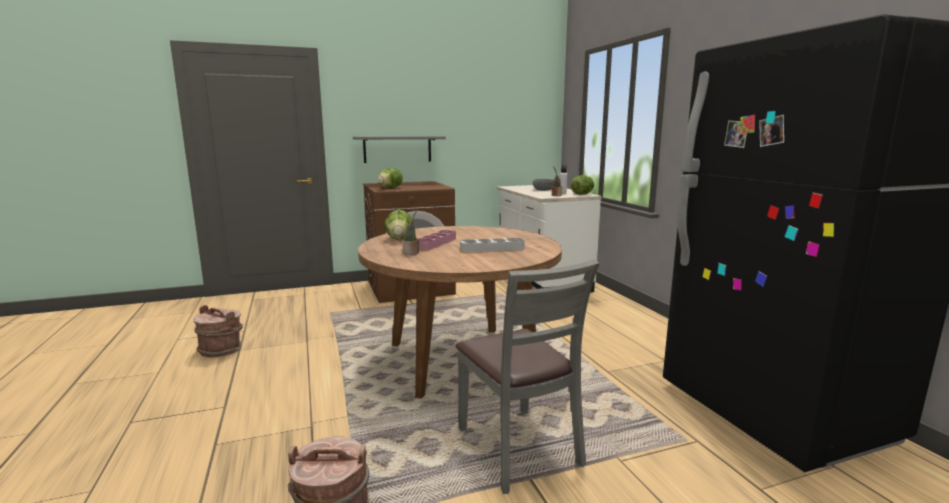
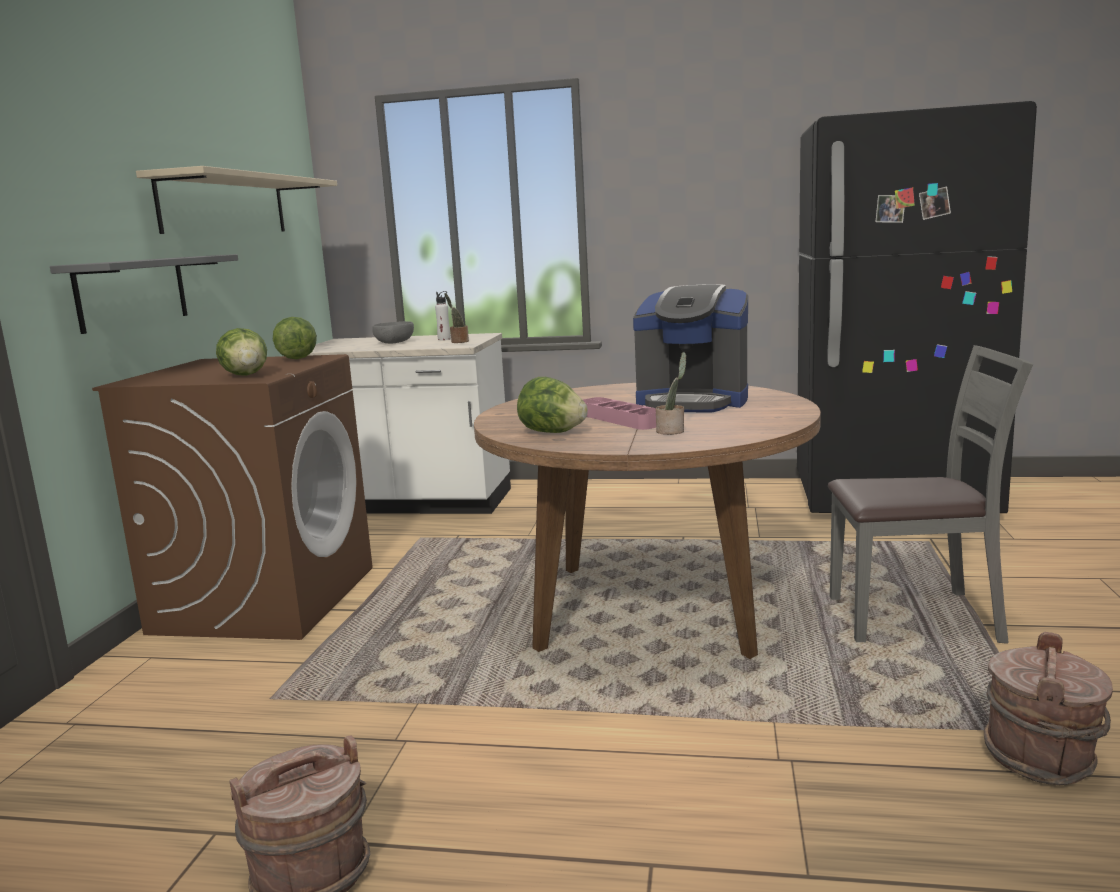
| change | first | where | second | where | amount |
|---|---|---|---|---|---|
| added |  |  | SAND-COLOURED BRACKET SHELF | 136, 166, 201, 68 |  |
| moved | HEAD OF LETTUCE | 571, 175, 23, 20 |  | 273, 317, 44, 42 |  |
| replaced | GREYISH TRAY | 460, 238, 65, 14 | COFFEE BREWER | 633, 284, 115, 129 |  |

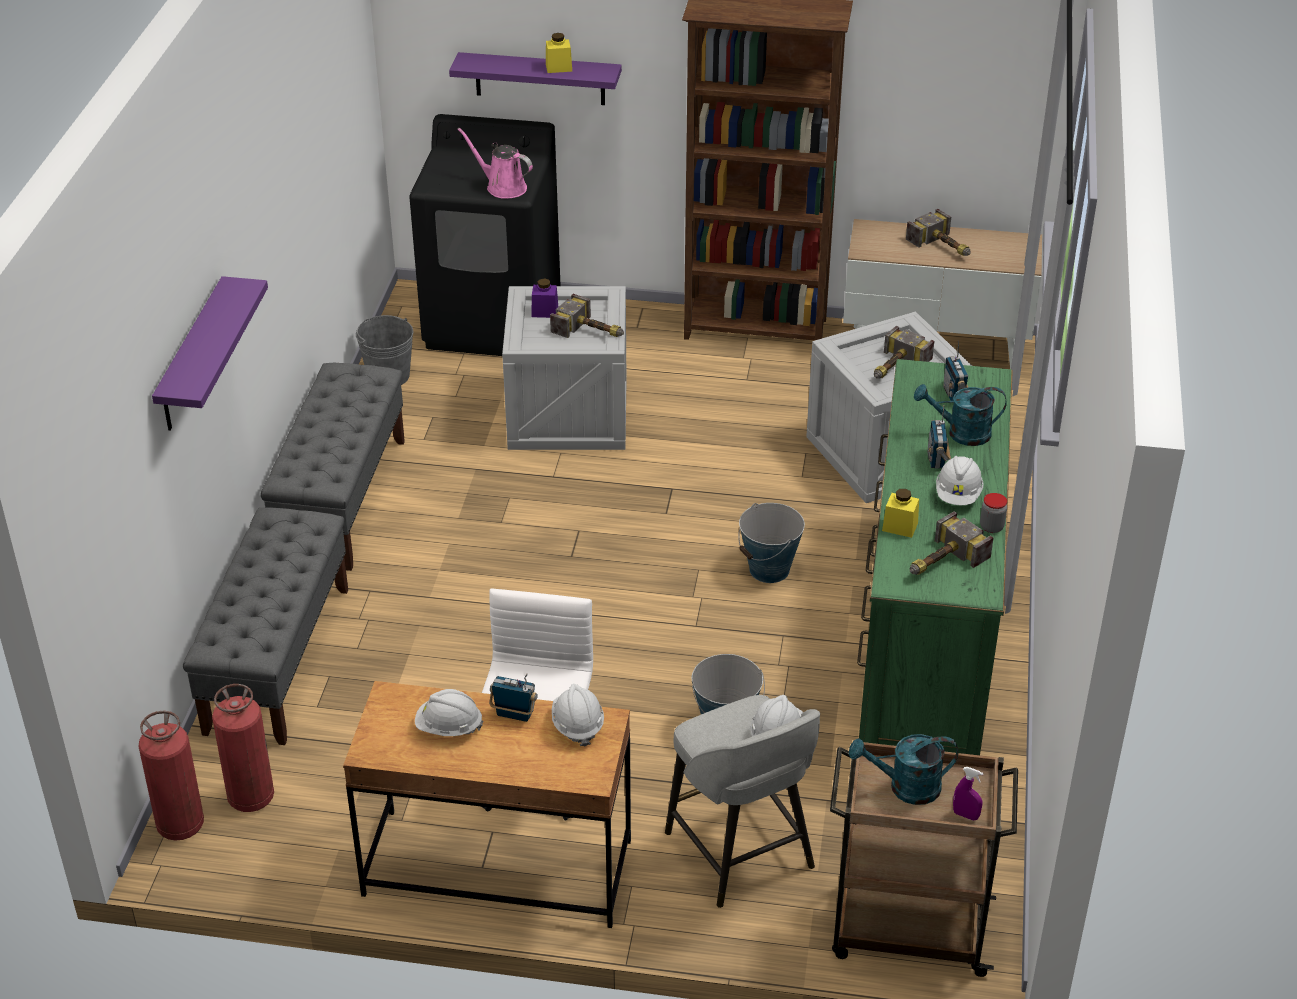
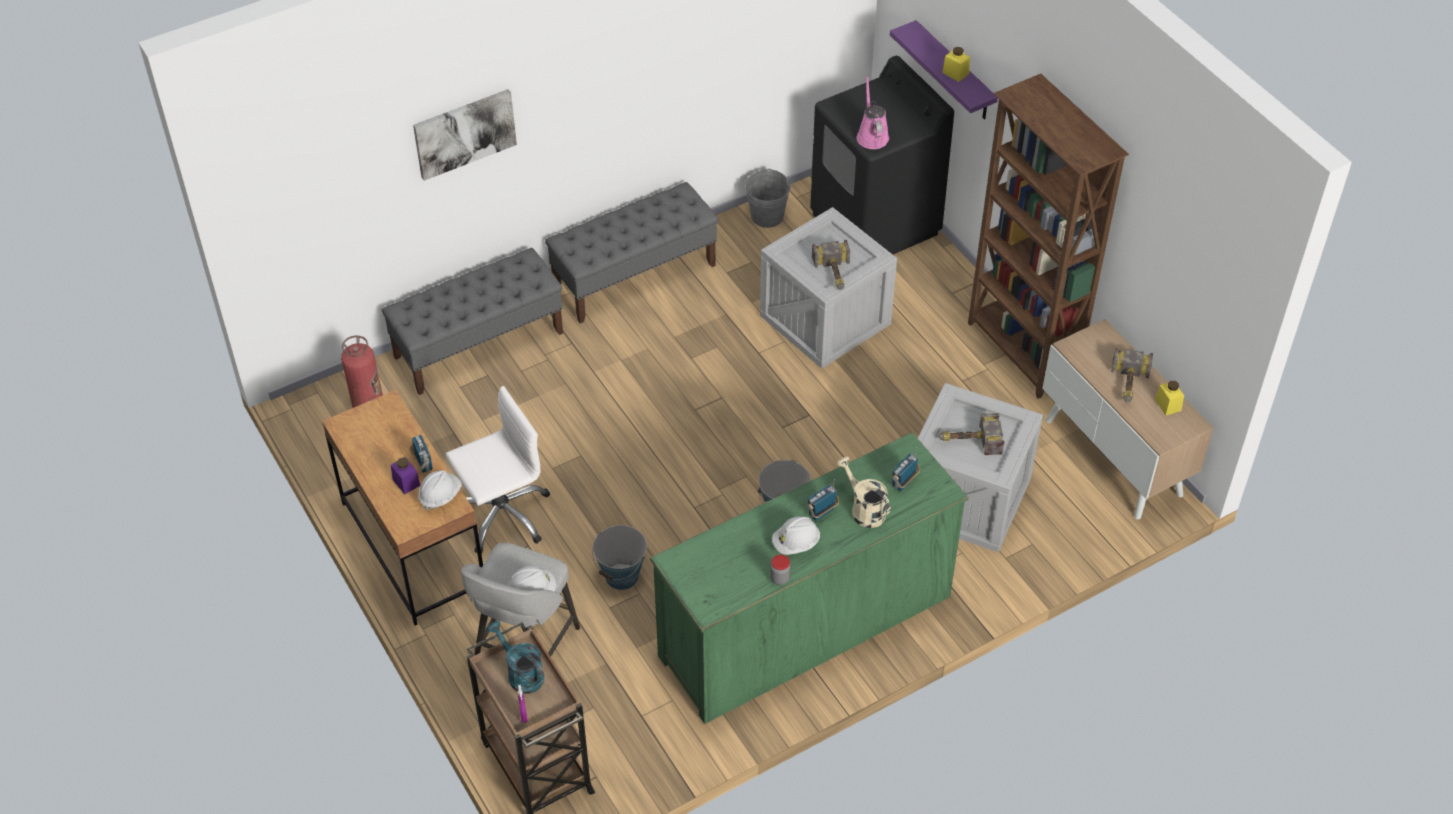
| change | first | where | second | where | amount |
|---|---|---|---|---|---|
| removed | EXTINGUISHER | 139, 711, 65, 129 |  |  |  |
| removed | WHITE SAFETY HELMET | 415, 689, 68, 47 |  |  |  |
| removed | TOOL HAMMER | 910, 511, 84, 64 |  |  |  |
| moved | PURPLE-COLOURED STORAGE JAR | 532, 278, 26, 40 |  | 391, 457, 29, 37 |  |
| moved | YELLOWISH STORAGE JAR | 882, 489, 37, 49 |  | 1155, 381, 29, 35 |  |
| replaced | PURPLE-COLOURED BRACKET SHELF | 152, 276, 116, 155 | WALL ART | 413, 89, 104, 92 |  |
| recoloured | TURQUOISE WATERING POT | 914, 384, 93, 62 | SAND-COLOURED WATERING POT | 836, 456, 55, 72 |  |

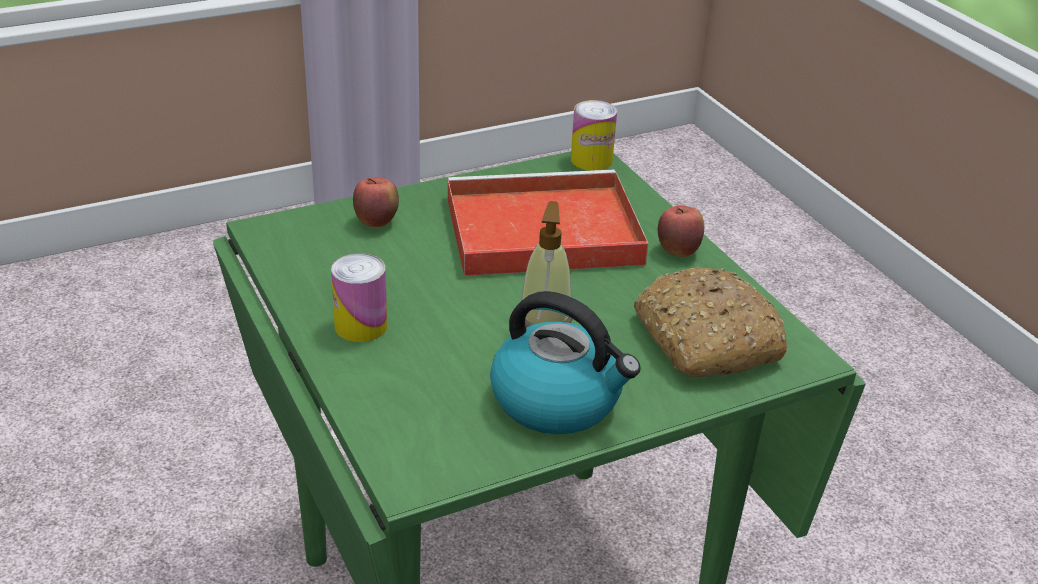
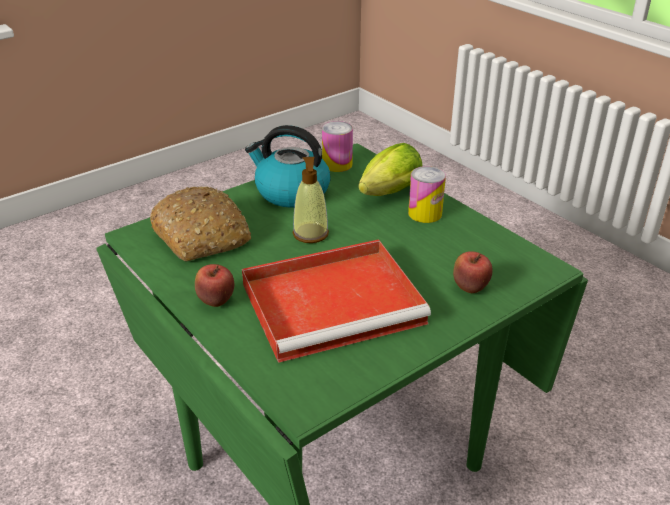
| change | first | where | second | where | amount |
|---|---|---|---|---|---|
| added |  |  | HEAD OF LETTUCE | 358, 143, 65, 53 |  |
| moved | SEALED CAN | 571, 100, 46, 71 |  | 322, 121, 31, 51 |  |

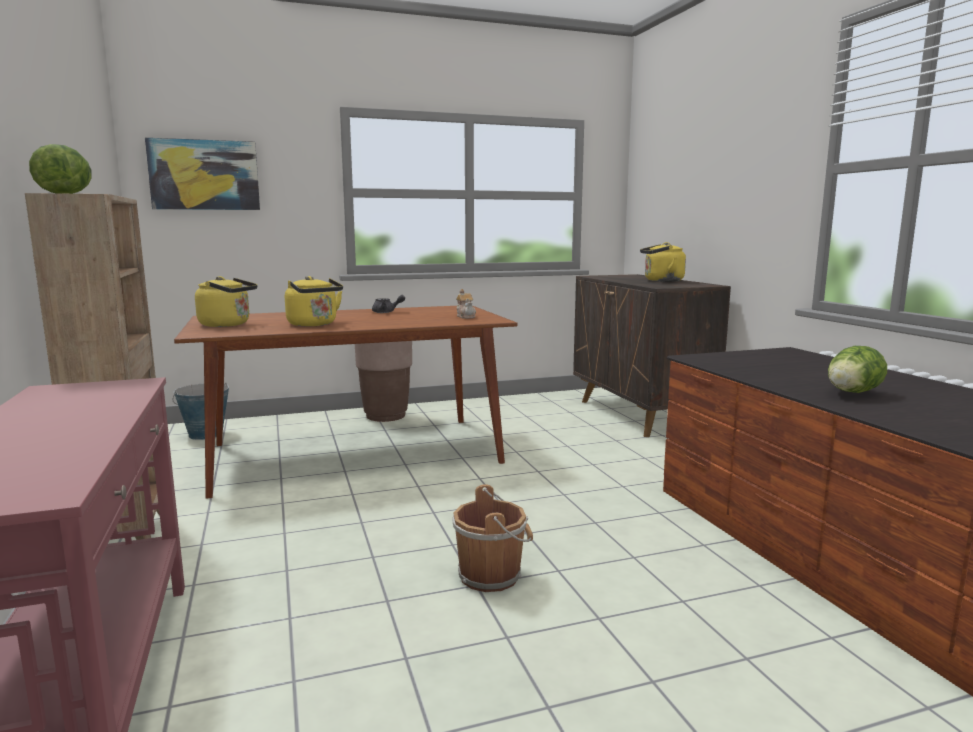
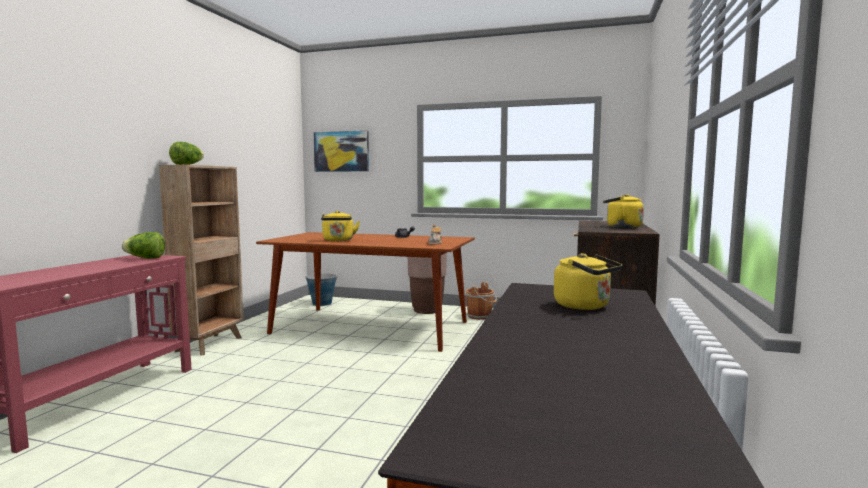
| change | first | where | second | where | amount |
|---|---|---|---|---|---|
| moved | YELLOWISH TEA KETTLE | 195, 276, 62, 51 |  | 554, 253, 68, 57 |  |
| moved | BROWN PAIL | 452, 484, 81, 108 |  | 465, 282, 32, 38 |  |
| moved | HEAD OF LETTUCE | 828, 346, 59, 47 |  | 122, 232, 43, 27 |  |

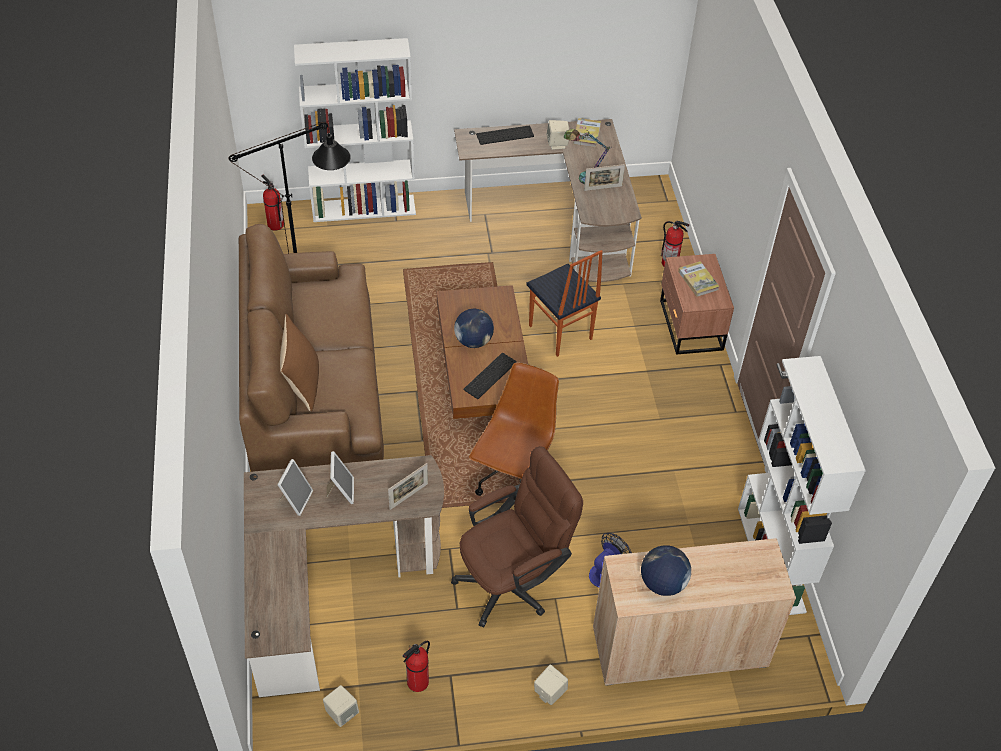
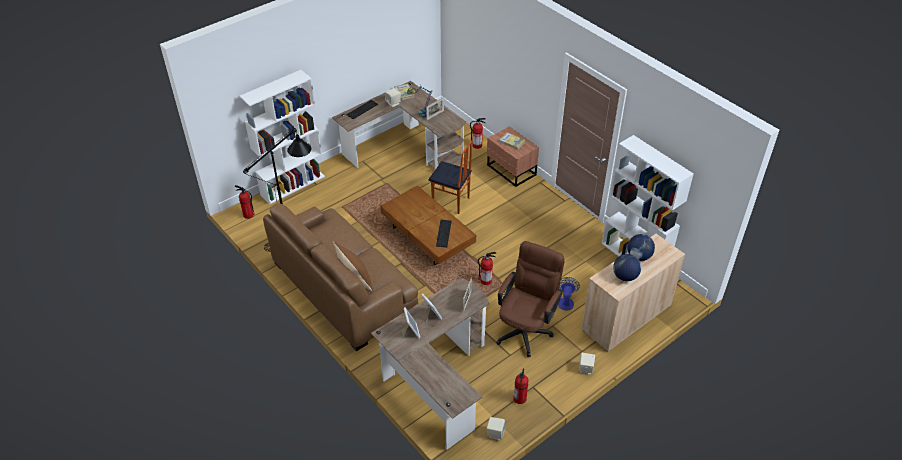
| change | first | where | second | where | amount |
|---|---|---|---|---|---|
| moved | GLOBE | 454, 309, 40, 39 |  | 627, 234, 28, 27 |  |
| replaced | BROWN DESK CHAIR | 469, 362, 90, 134 | EXTINGUISHER | 478, 252, 18, 33 |  |

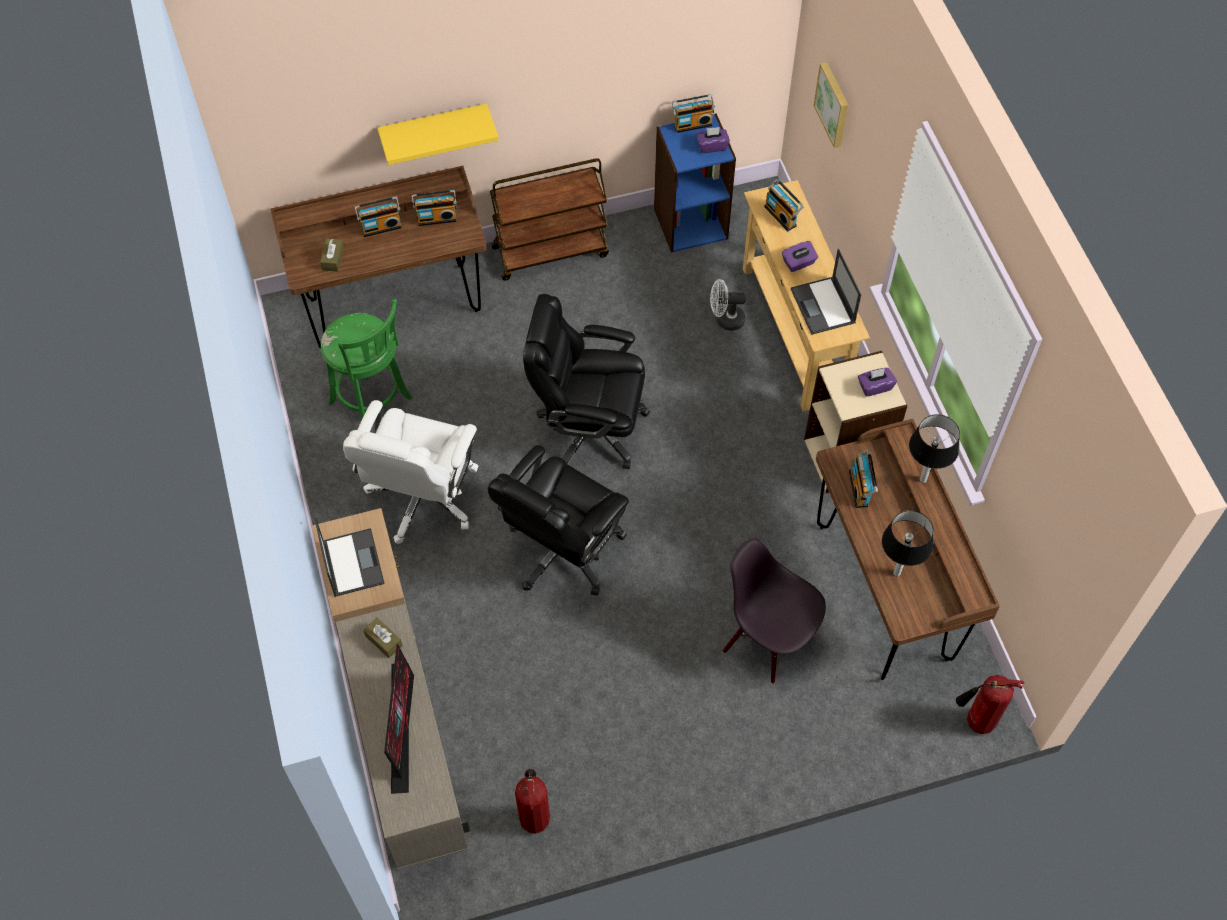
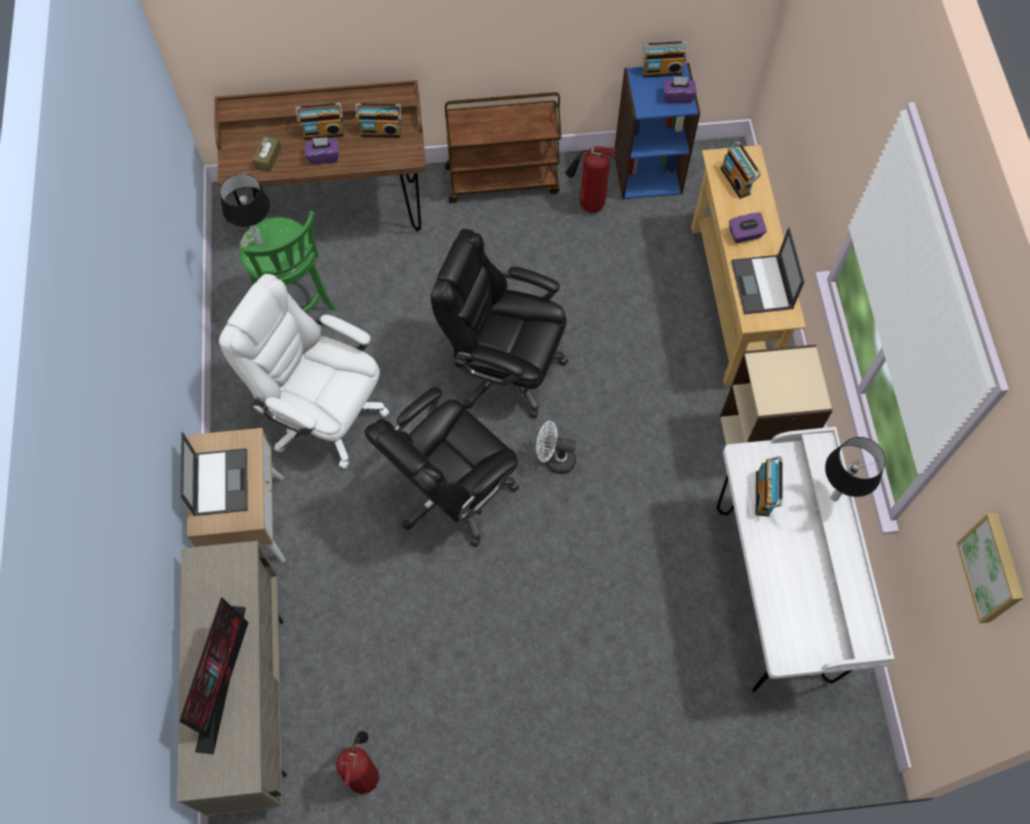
| change | first | where | second | where | amount |
|---|---|---|---|---|---|
| removed | BROWN TISSUE HOLDER | 363, 618, 40, 40 |  |  |  |
| removed | YELLOWISH BRACKET SHELF | 378, 103, 121, 62 |  |  |  |
| removed | BLACKISH PLAIN CHAIR | 723, 538, 103, 146 |  |  |  |
| moved | WHITE COOLING FAN | 710, 279, 36, 52 |  | 536, 421, 40, 53 |  |
| moved | WALL ART | 814, 62, 34, 86 |  | 957, 513, 67, 110 |  |
| moved | PURPLE-COLOURED TISSUE HOLDER | 858, 368, 39, 29 |  | 305, 137, 34, 27 |  |
| moved | LAMP FOR A TABLE | 882, 510, 51, 66 |  | 220, 173, 50, 73 |  |
| moved | EXTINGUISHER | 956, 675, 68, 59 |  | 566, 147, 50, 65 |  |
| recoloured | BROWN DESK TABLE | 816, 419, 184, 261 | WHITE DESK TABLE | 717, 427, 178, 265 |  |
| turned | WHITE DESK CHAIR | 343, 400, 135, 144 |  | 219, 274, 170, 195 | 90 degrees clockwise |

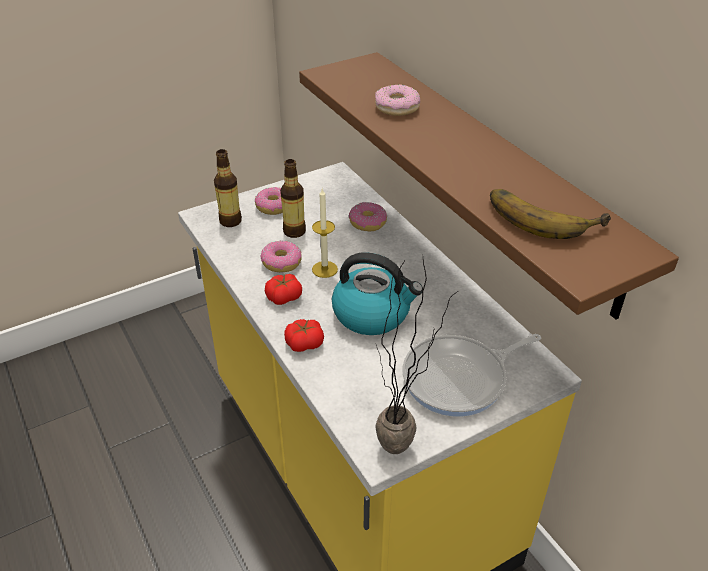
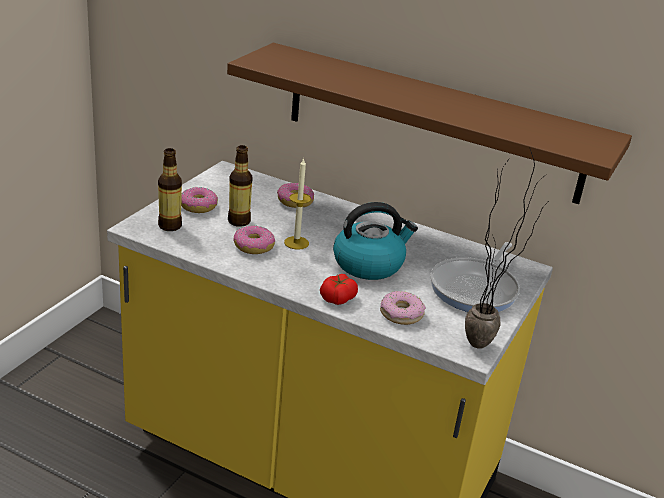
| change | first | where | second | where | amount |
|---|---|---|---|---|---|
| removed | FRESH TOMATO | 265, 274, 37, 31 |  |  |  |
| removed | WHOLE BANANA | 490, 189, 121, 50 |  |  |  |
| moved | DOUGHNUT | 375, 84, 45, 32 |  | 380, 291, 46, 34 |  |

